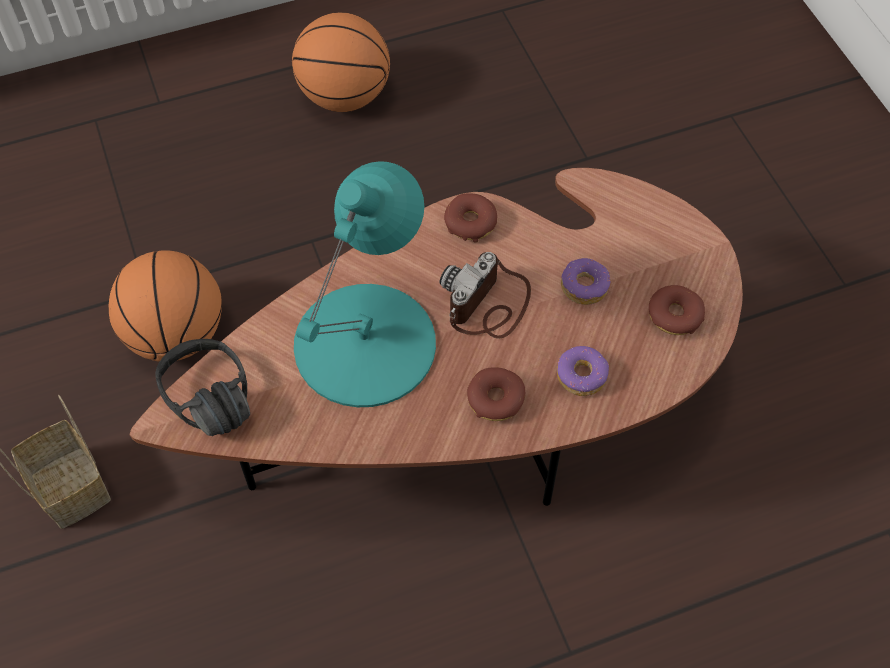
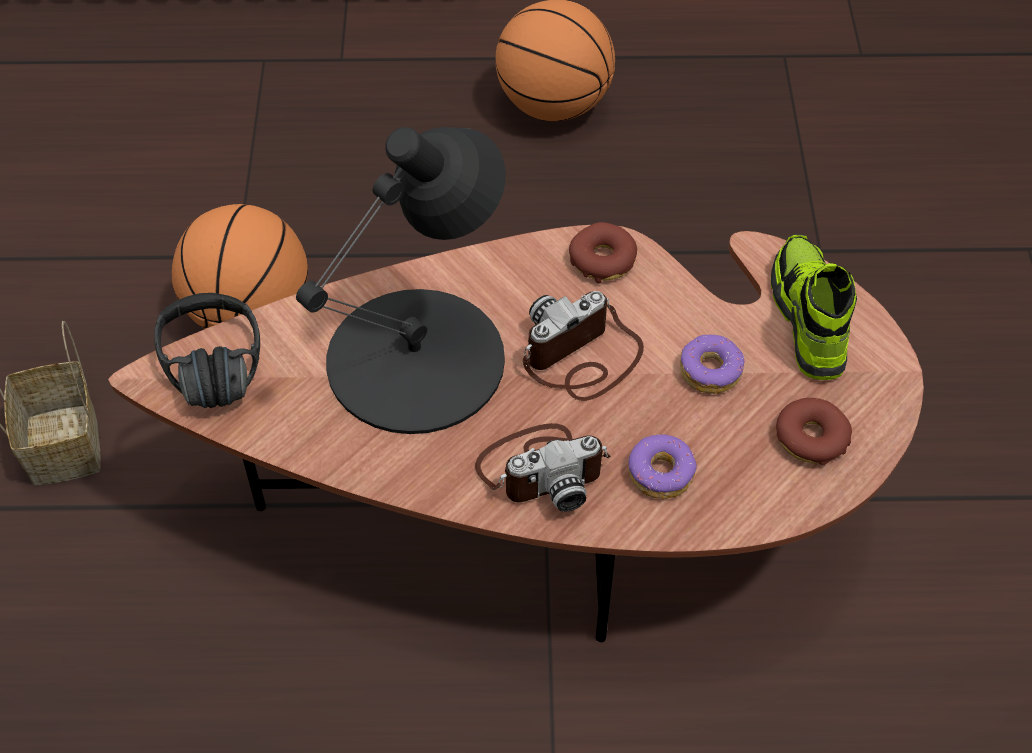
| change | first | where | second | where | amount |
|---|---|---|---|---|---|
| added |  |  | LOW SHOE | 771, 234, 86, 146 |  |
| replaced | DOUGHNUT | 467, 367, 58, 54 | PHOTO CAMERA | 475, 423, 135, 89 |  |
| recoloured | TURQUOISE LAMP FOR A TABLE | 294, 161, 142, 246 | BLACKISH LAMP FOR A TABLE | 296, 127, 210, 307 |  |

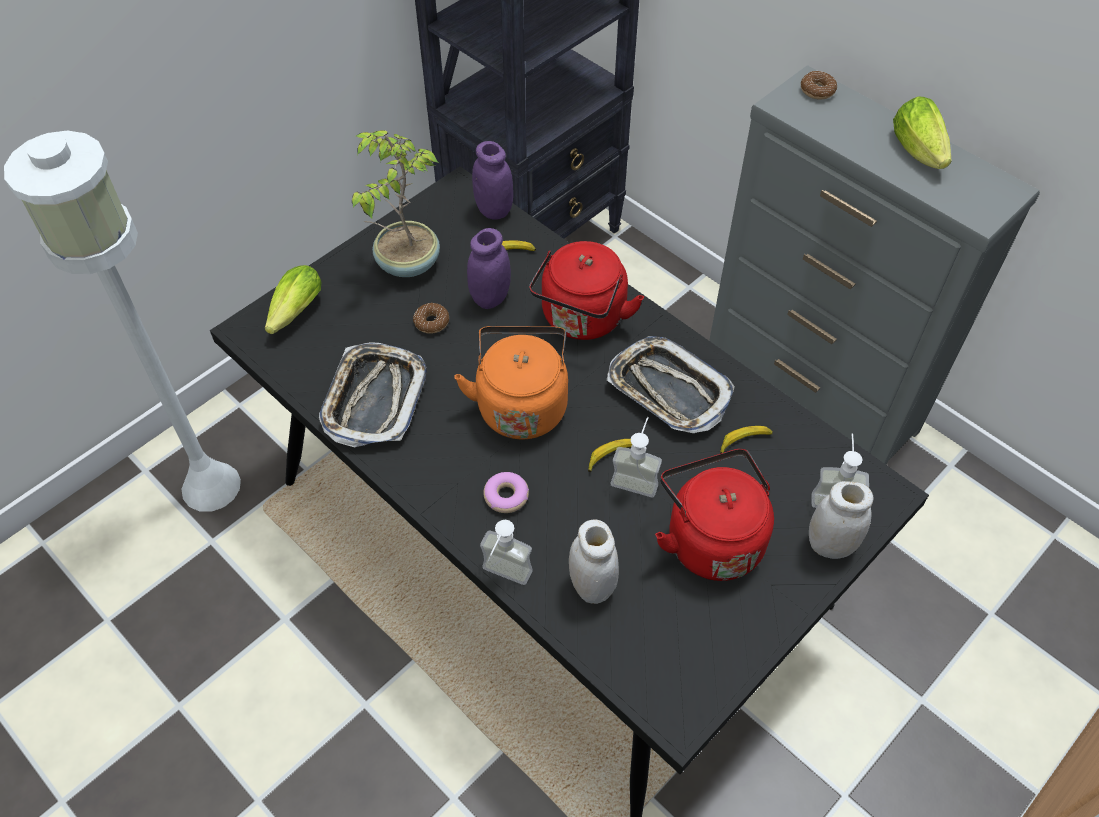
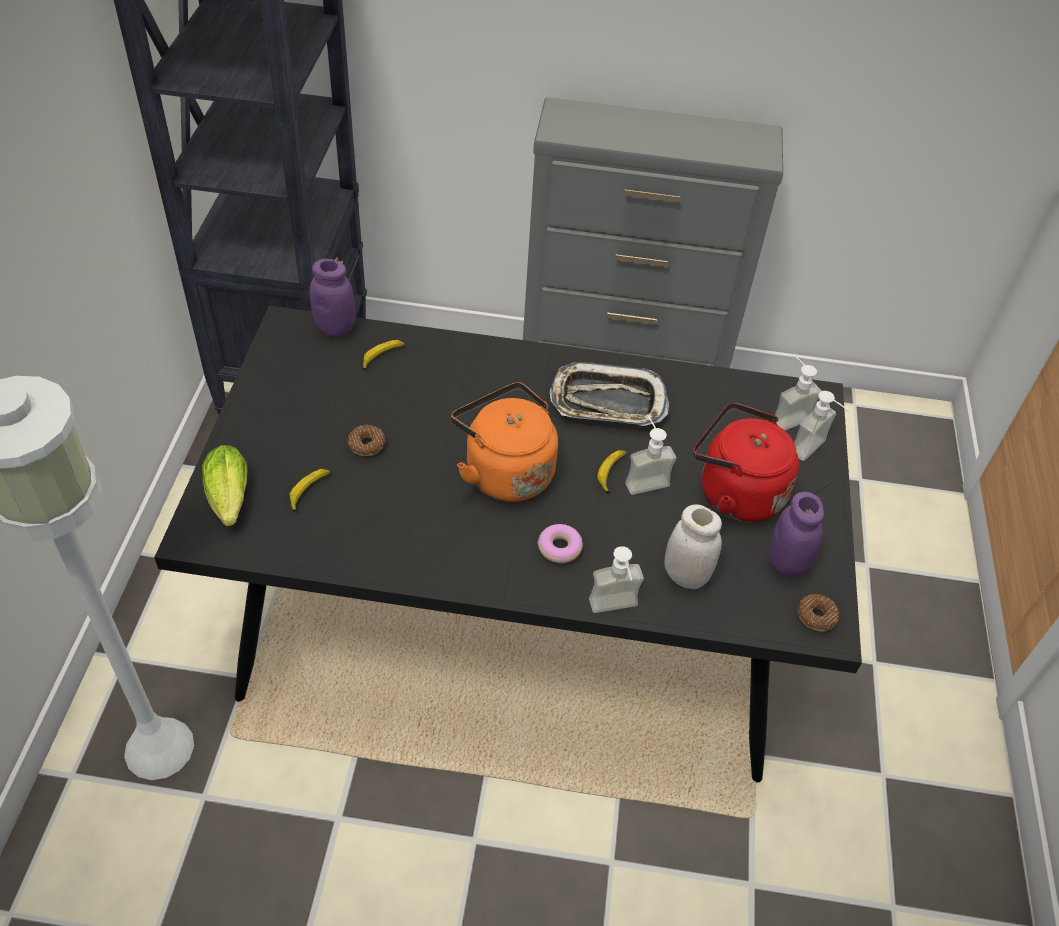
| change | first | where | second | where | amount |
|---|---|---|---|---|---|
| removed | TRAY | 319, 342, 108, 105 |  |  |  |
| removed | HOUSEPLANT | 352, 130, 88, 147 |  |  |  |
| removed | RED-COLOURED TEA KETTLE | 529, 241, 115, 99 |  |  |  |
| removed | HEAD OF LETTUCE | 893, 96, 59, 73 |  |  |  |
| moved | PURPLE-COLOURED STORAGE JAR | 467, 228, 44, 81 |  | 769, 492, 55, 86 |  |
| moved | WHOLE BANANA | 720, 426, 53, 28 |  | 290, 469, 40, 43 |  |
| moved | DOUGHNUT | 801, 71, 36, 29 |  | 798, 594, 41, 37 |  |
| replaced | WHITE STORAGE JAR | 809, 481, 65, 78 | SOAP BOTTLE | 794, 391, 56, 70 |  |

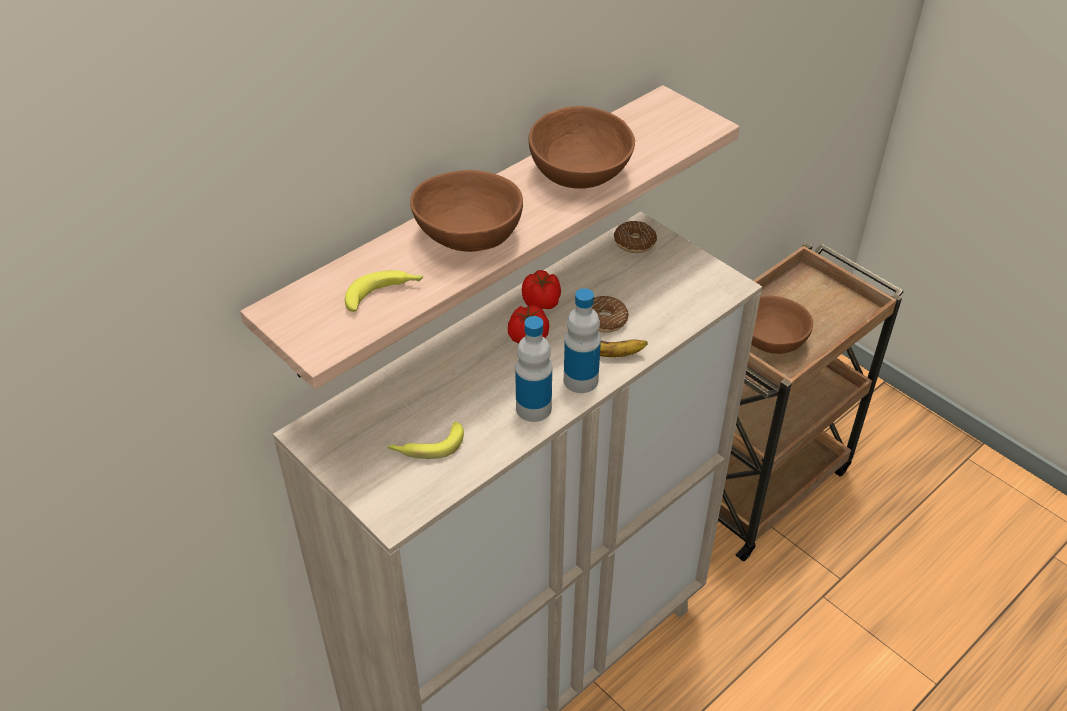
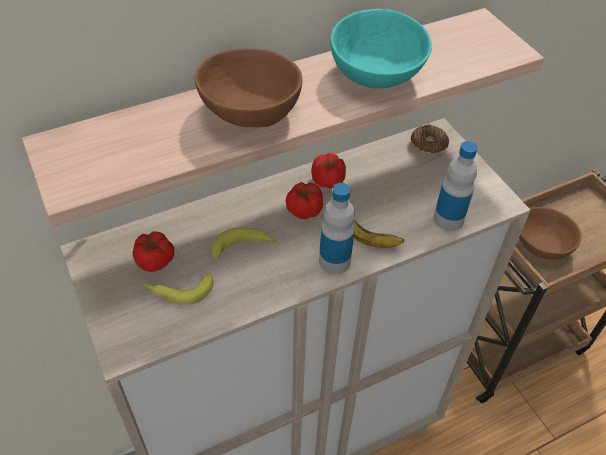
| change | first | where | second | where | amount |
|---|---|---|---|---|---|
| removed | DOUGHNUT | 592, 296, 37, 37 |  |  |  |
| added |  |  | FRESH TOMATO | 133, 231, 41, 41 |  |
| moved | WHOLE BANANA | 345, 270, 79, 42 |  | 212, 228, 67, 30 |  |
| moved | BOTTLE | 515, 316, 37, 106 |  | 434, 141, 44, 90 |  |
| recoloured | BROWN BOWL | 529, 106, 106, 83 | TURQUOISE BOWL | 330, 9, 102, 79 |  |

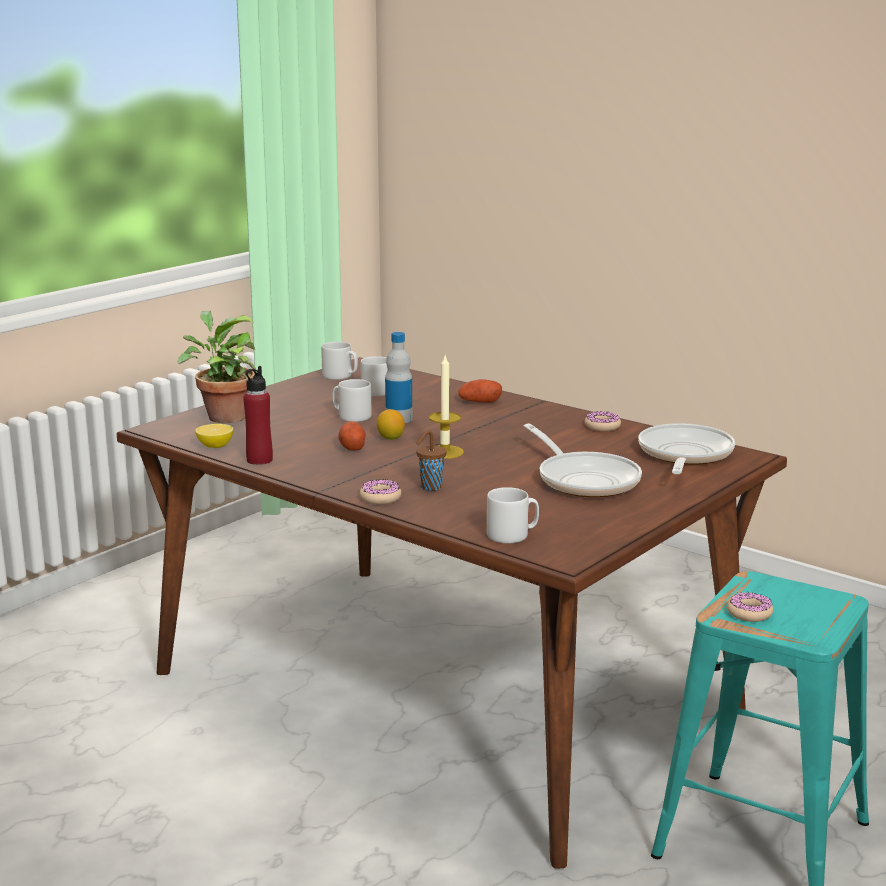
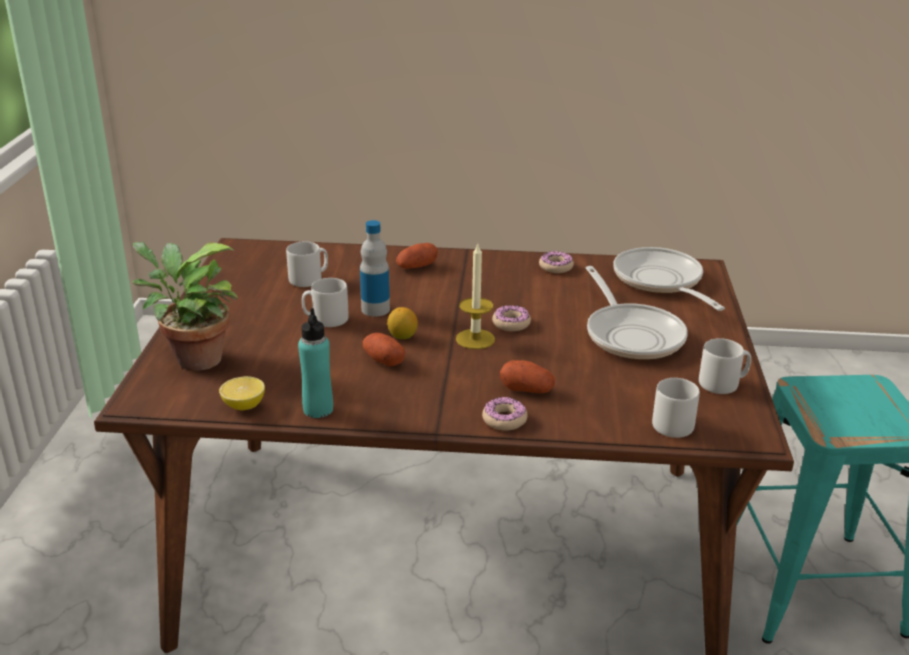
| change | first | where | second | where | amount |
|---|---|---|---|---|---|
| moved | GREYISH COFFEE MUG | 321, 342, 37, 38 |  | 699, 338, 52, 56 |  |
| moved | DOUGHNUT | 727, 592, 46, 30 |  | 492, 305, 39, 26 |  |
| replaced | BROWN CUP | 416, 430, 31, 61 | SPUD | 500, 360, 55, 33 |  |
| recoloured | RED-COLOURED BOTTLE | 243, 366, 30, 99 | TURQUOISE BOTTLE | 298, 308, 35, 110 |  |
| turned | PAN | 524, 423, 118, 74 |  | 586, 266, 102, 94 | 45 degrees clockwise |

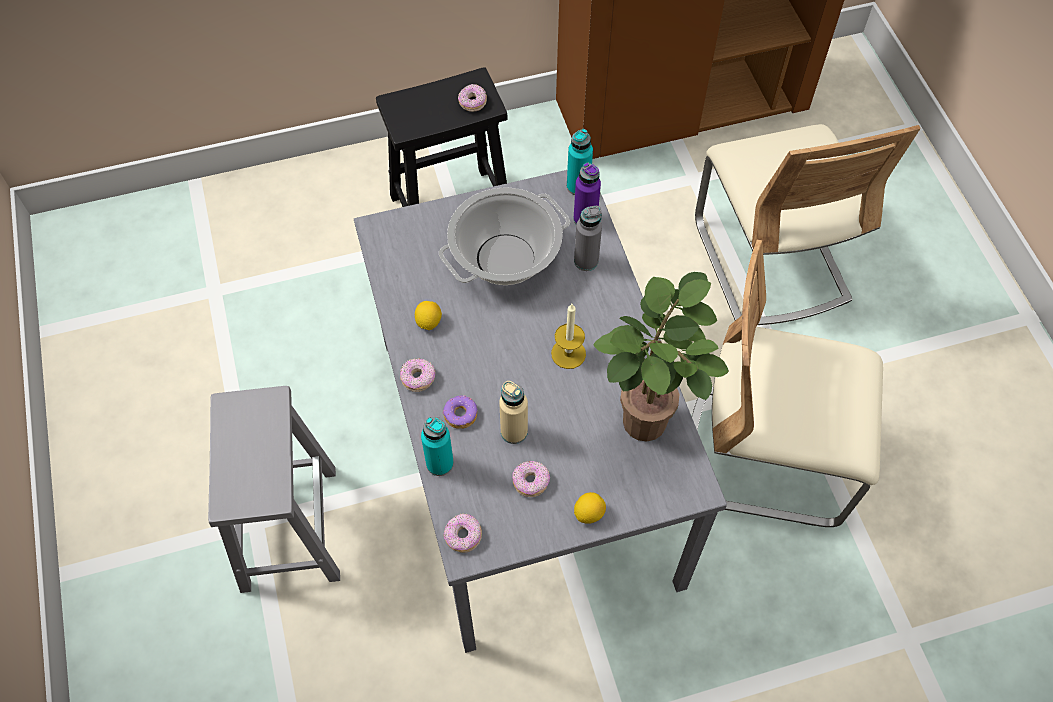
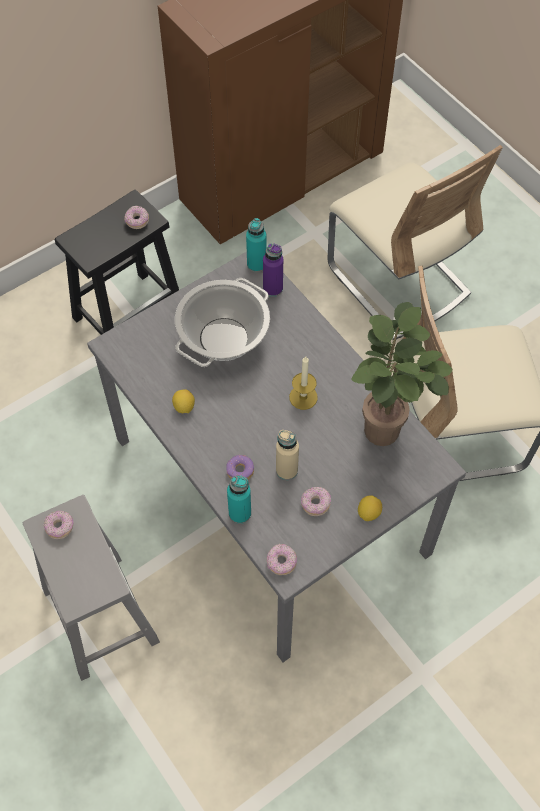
| change | first | where | second | where | amount |
|---|---|---|---|---|---|
| removed | GREYISH BOTTLE | 574, 206, 28, 65 |  |  |  |
| moved | DOUGHNUT | 400, 358, 35, 34 |  | 44, 511, 29, 28 |  |

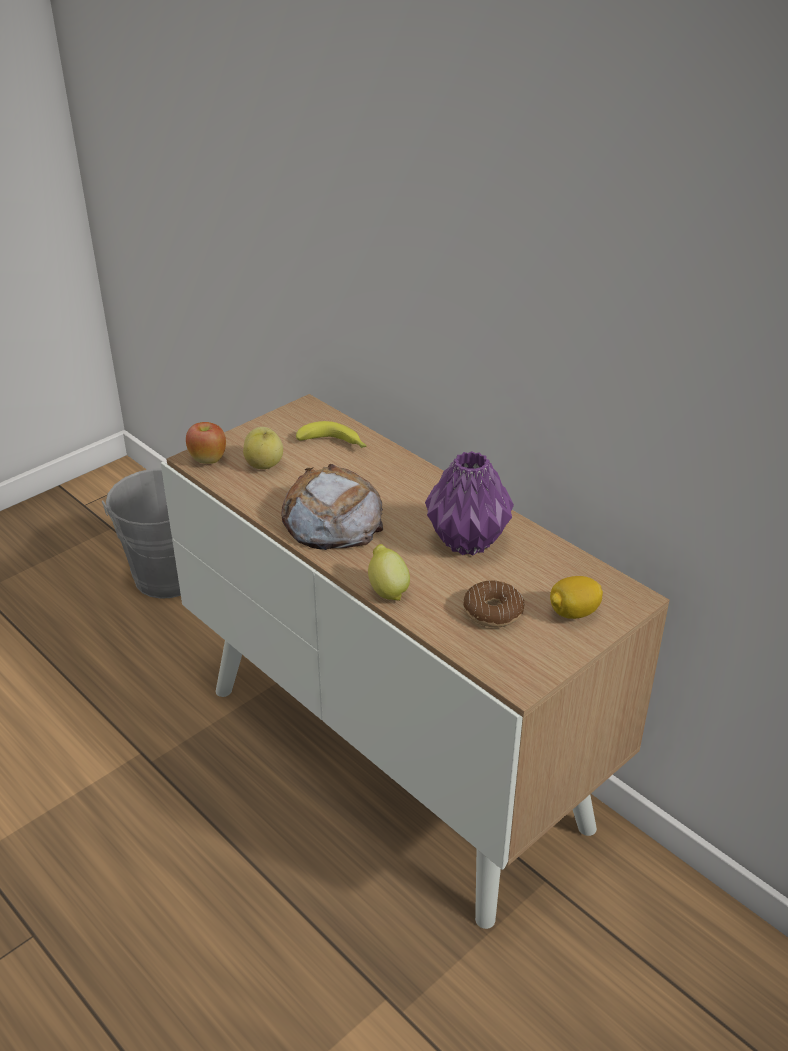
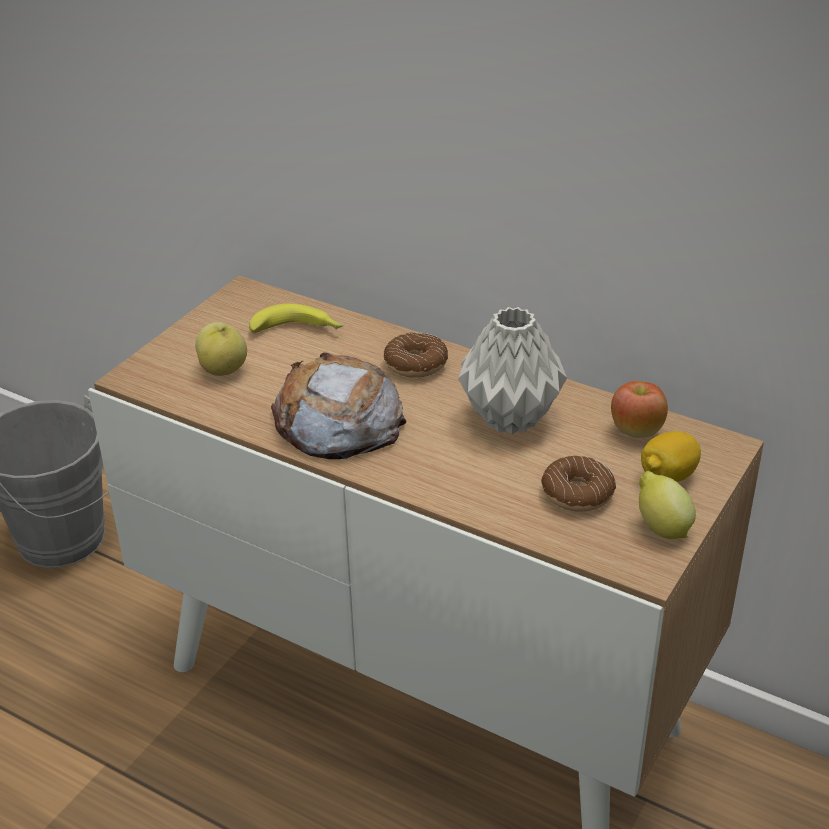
| change | first | where | second | where | amount |
|---|---|---|---|---|---|
| added |  |  | DOUGHNUT | 384, 332, 64, 46 |  |
| moved | APPLE FRUIT | 186, 422, 40, 42 |  | 611, 381, 57, 57 |  |
| moved | CITRUS FRUIT | 368, 544, 42, 57 |  | 639, 471, 57, 68 |  |
| recoloured | PURPLE-COLOURED DECORATIVE VASE | 425, 451, 89, 105 | GREYISH DECORATIVE VASE | 458, 307, 109, 127 |  |

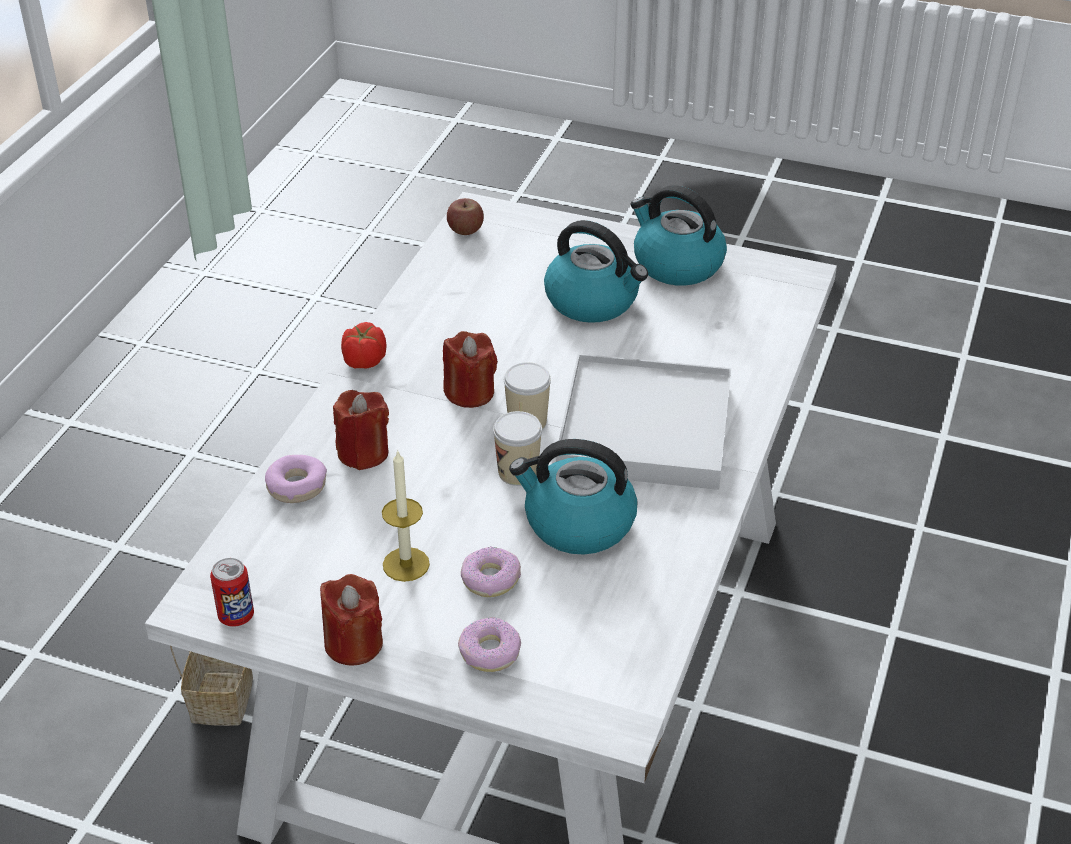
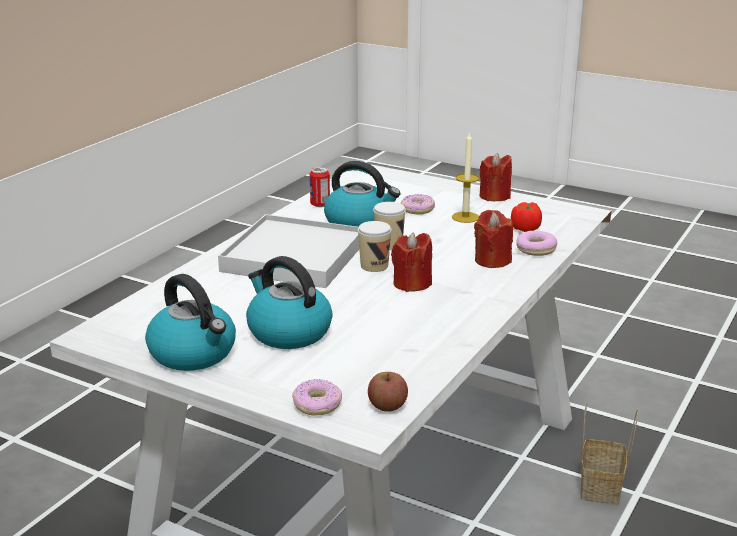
| change | first | where | second | where | amount |
|---|---|---|---|---|---|
| moved | SEALED CAN | 210, 558, 44, 69 |  | 310, 167, 20, 40 |  |
| moved | FRESH TOMATO | 341, 322, 45, 47 |  | 511, 202, 31, 30 |  |
| moved | DOUGHNUT | 458, 617, 63, 55 |  | 292, 379, 50, 36 |  |

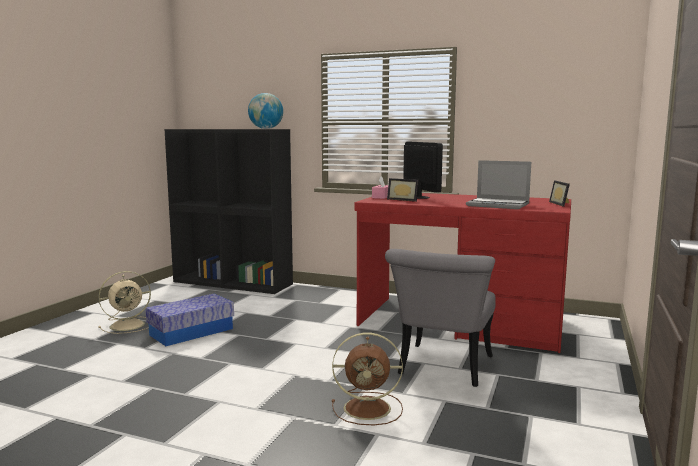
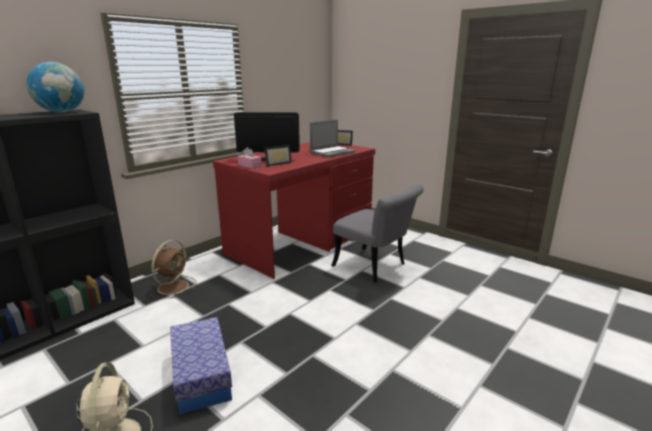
| change | first | where | second | where | amount |
|---|---|---|---|---|---|
| moved | BROWN COOLING FAN | 332, 332, 71, 93 |  | 150, 240, 46, 58 |  |

